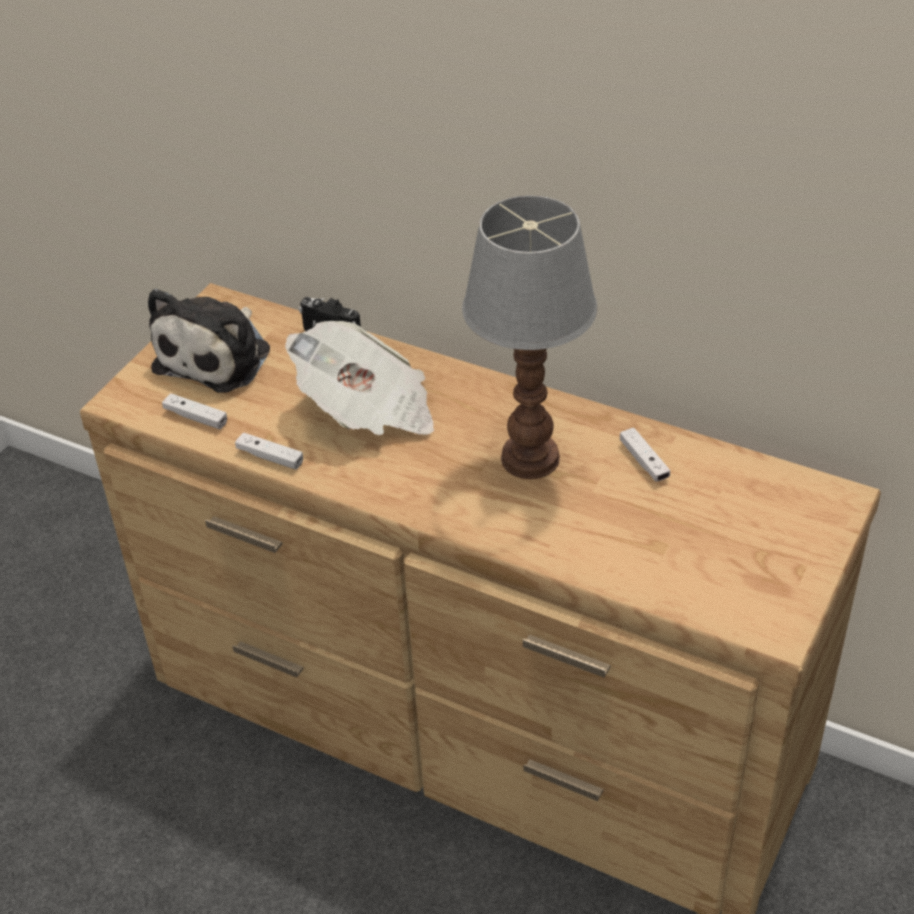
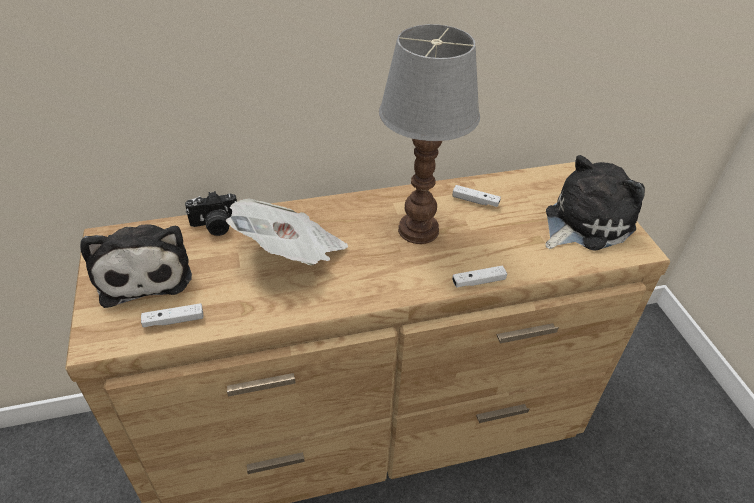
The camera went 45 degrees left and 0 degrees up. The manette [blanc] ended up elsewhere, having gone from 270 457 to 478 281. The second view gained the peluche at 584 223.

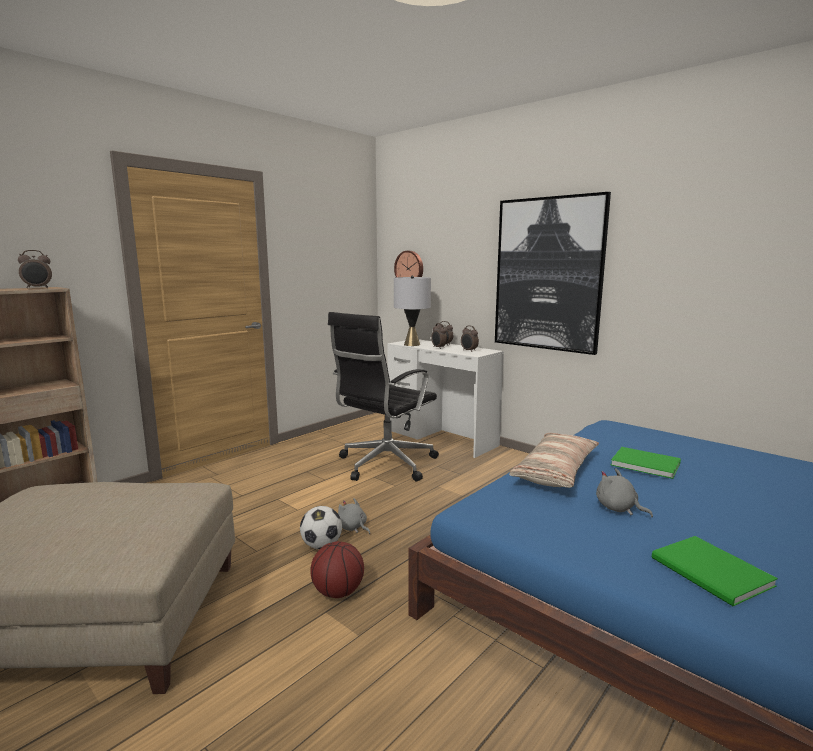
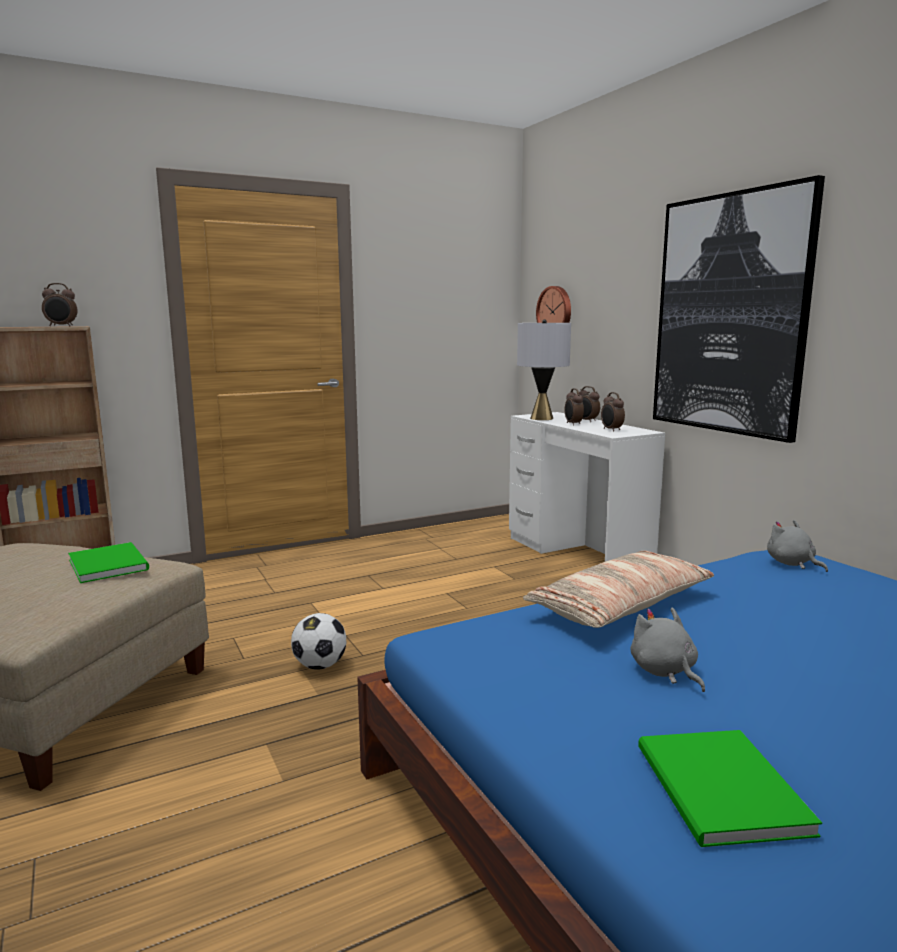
The camera went 20 degrees right and 0 degrees up. The second view lost the ballon de basket at 338 592. The second view lost the chaise de bureau [noir] at 384 464. The peluche [gris] ended up elsewhere, having gone from 353 528 to 792 564. The livre [vert] ended up elsewhere, having gone from 643 463 to 110 563.

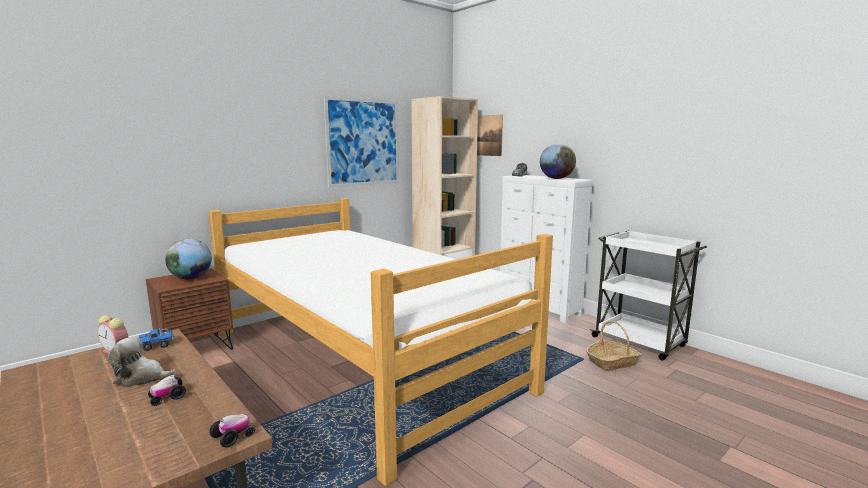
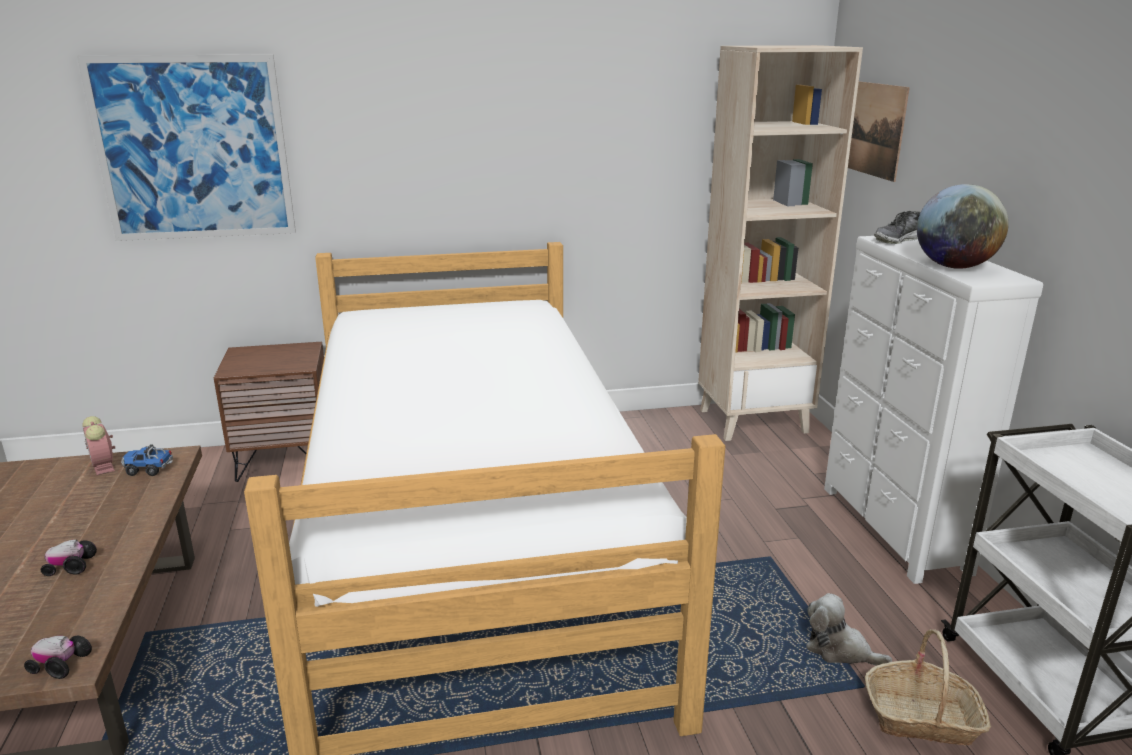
The camera went 30 degrees right and 10 degrees up. The peluche ended up elsewhere, having gone from 142 378 to 839 650. The second view lost the globe at 191 278. The petite voiture at 233 437 ended up facing another way, 150 degrees counterclockwise from before. The tableau ended up elsewhere, having gone from 363 142 to 193 149.

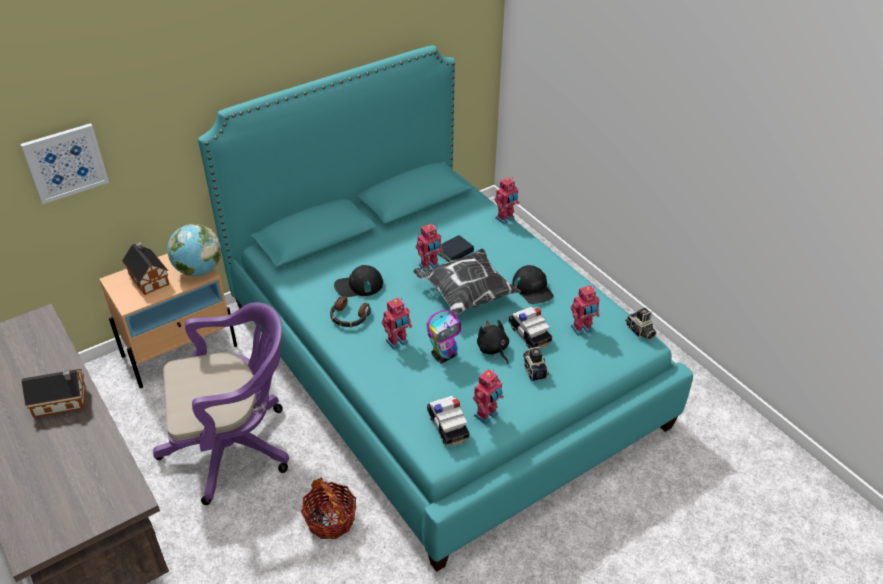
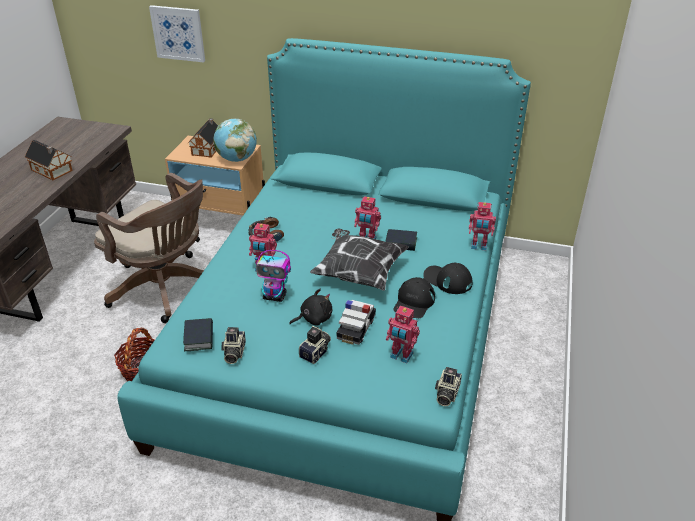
The camera went 50 degrees right and 5 degrees down. What was the chaise de bureau [violet] at 235 446 turned into the chaise de bureau [marron] at 166 289. The casquette [noir] ended up elsewhere, having gone from 358 285 to 447 280. Where the petite voiture stood at 448 426, the livre came to stand at 199 338. Where the robot jouet stood at 487 416, the appareil photo came to stand at 233 353. The peluche [noir] at 493 349 ended up facing another way, 45 degrees clockwise from before.

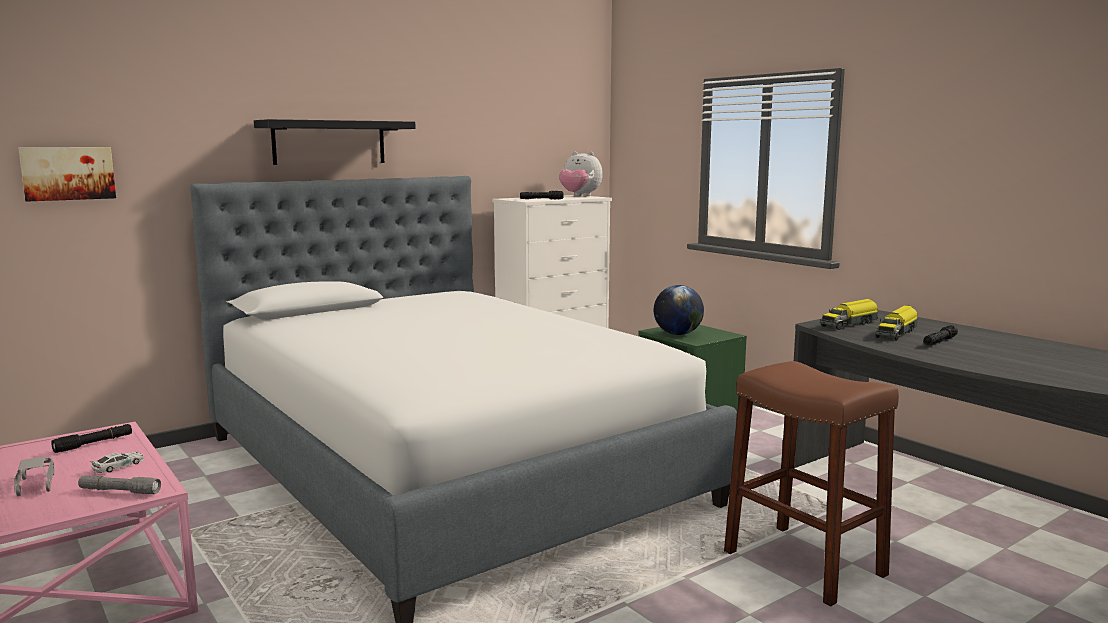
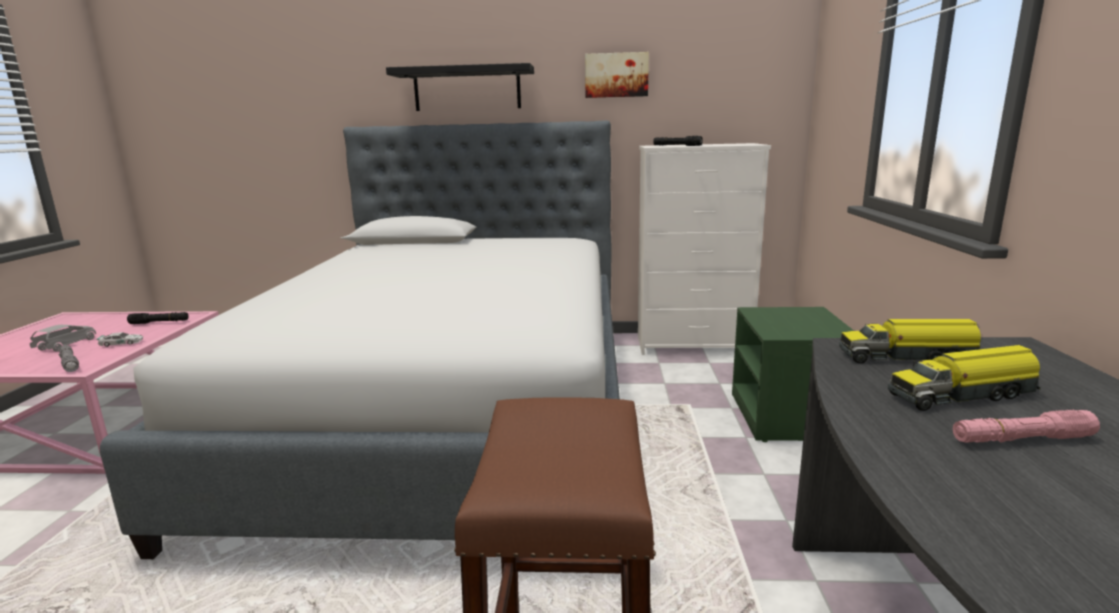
The camera went 40 degrees right and 5 degrees up. The tableau ended up elsewhere, having gone from 68 173 to 616 75. The second view lost the peluche at 579 196. The second view lost the globe at 677 334. What was the lampe de poche [noir] at 939 341 turned into the lampe de poche [rose] at 1021 439.

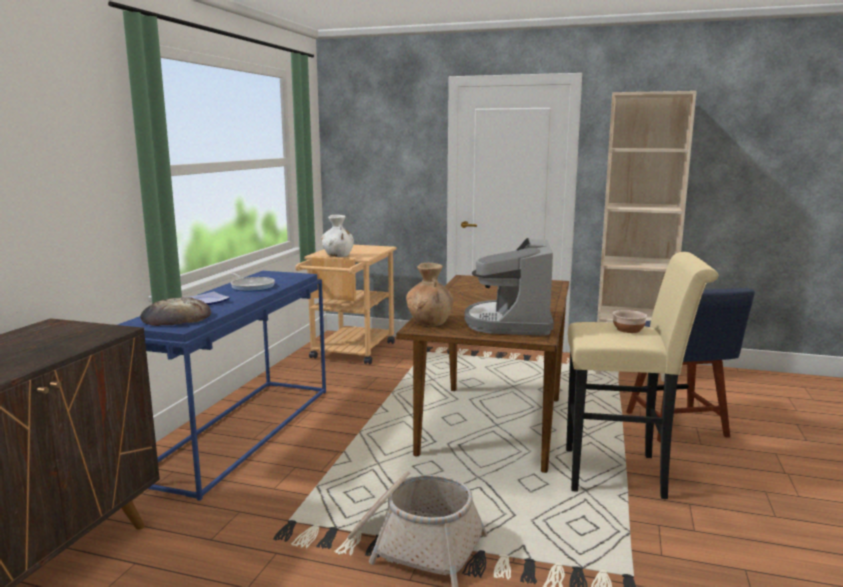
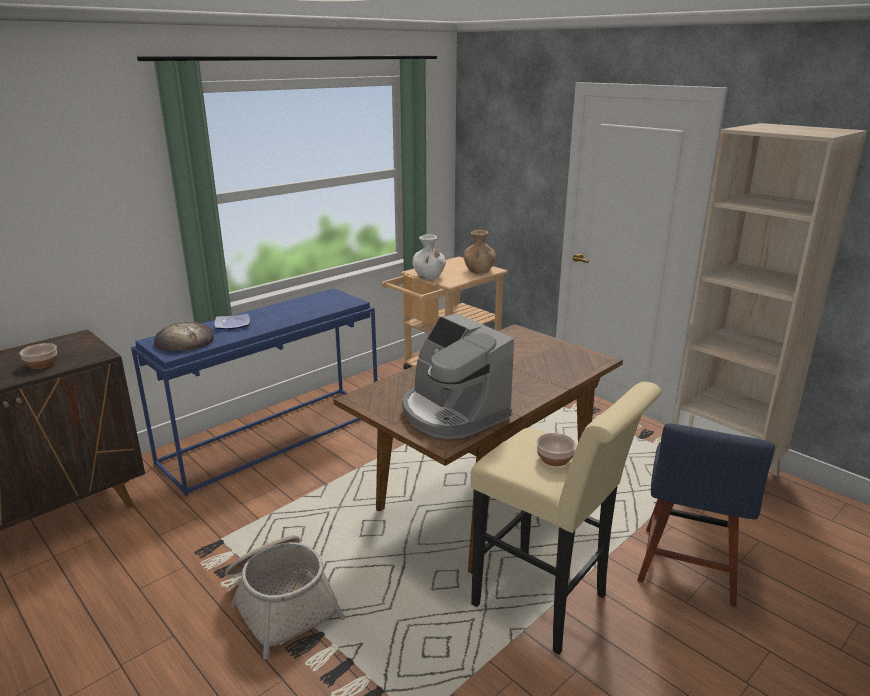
The camera went 30 degrees right and 10 degrees up. The second view lost the poêle at 252 286. The vase [marron] ended up elsewhere, having gone from 430 322 to 479 271. The machine à café at 510 323 ended up facing another way, 75 degrees counterclockwise from before. The second view gained the bol at 41 364.

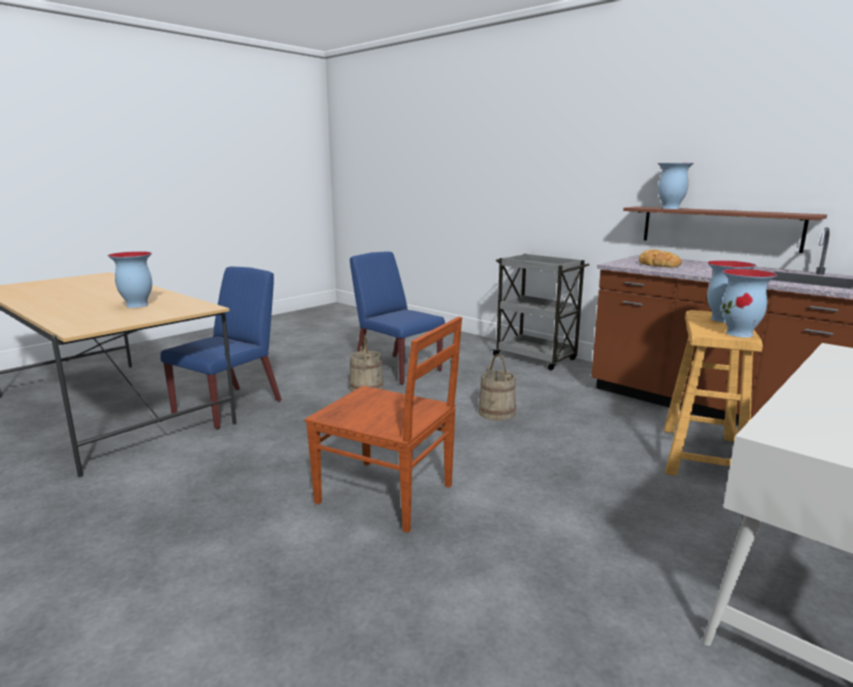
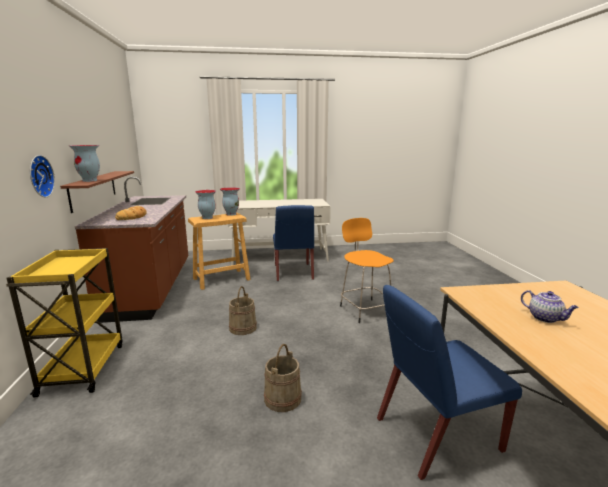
The camera went 140 degrees left and 0 degrees up. Where the vase stood at 136 305, the théière came to stand at 545 318. Where the chaise [marron] stood at 387 495, the tabouret [orange] came to stand at 364 310. The chaise [bleu] ended up elsewhere, having gone from 397 369 to 293 272. What was the chariot [gris] at 536 358 turned into the chariot [jaune] at 84 367. The second view gained the horloge murale at 39 176.

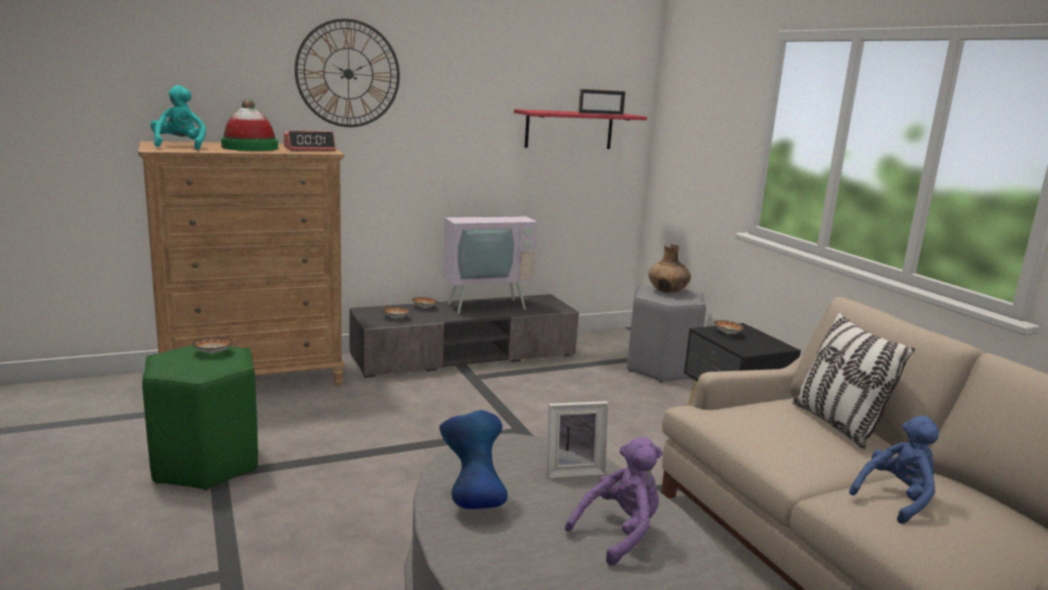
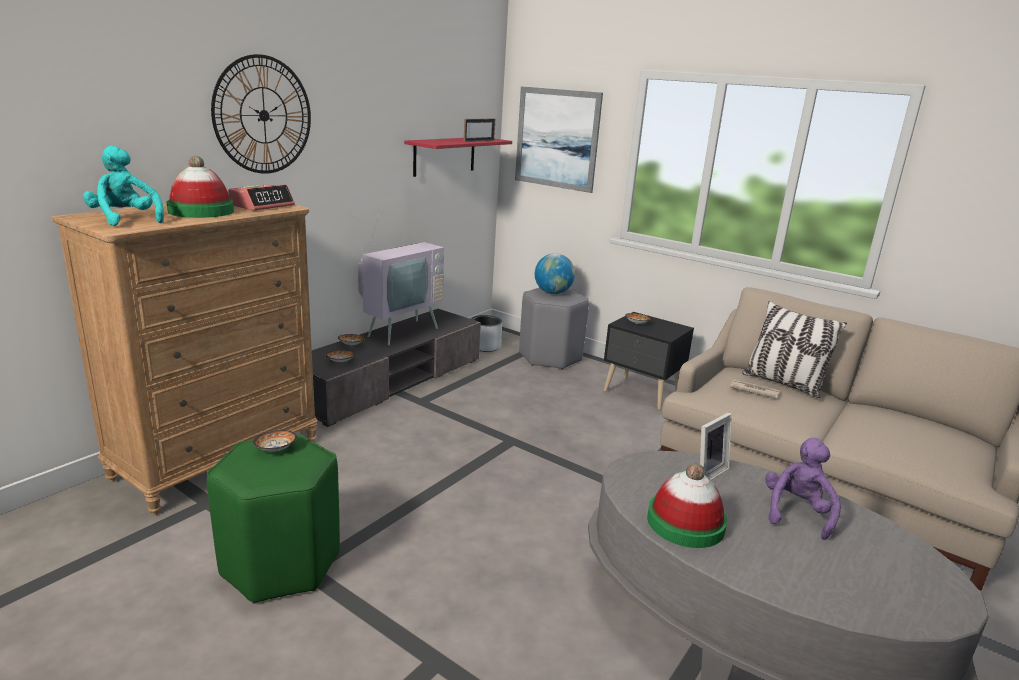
The camera went 30 degrees left and 5 degrees up. Where the vase [bleu] stood at 472 500, the chapeau came to stand at 685 523. Where the vase [marron] stood at 667 292, the globe came to stand at 553 293. The second view lost the peluche [bleu] at 896 499. The second view gained the cache-pot [gris] at 485 346. The second view gained the tableau at 557 139. The second view gained the journal at 753 390.

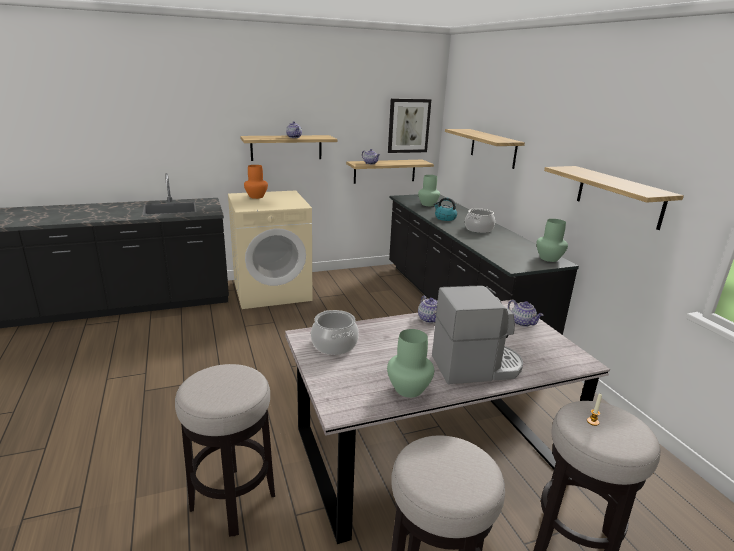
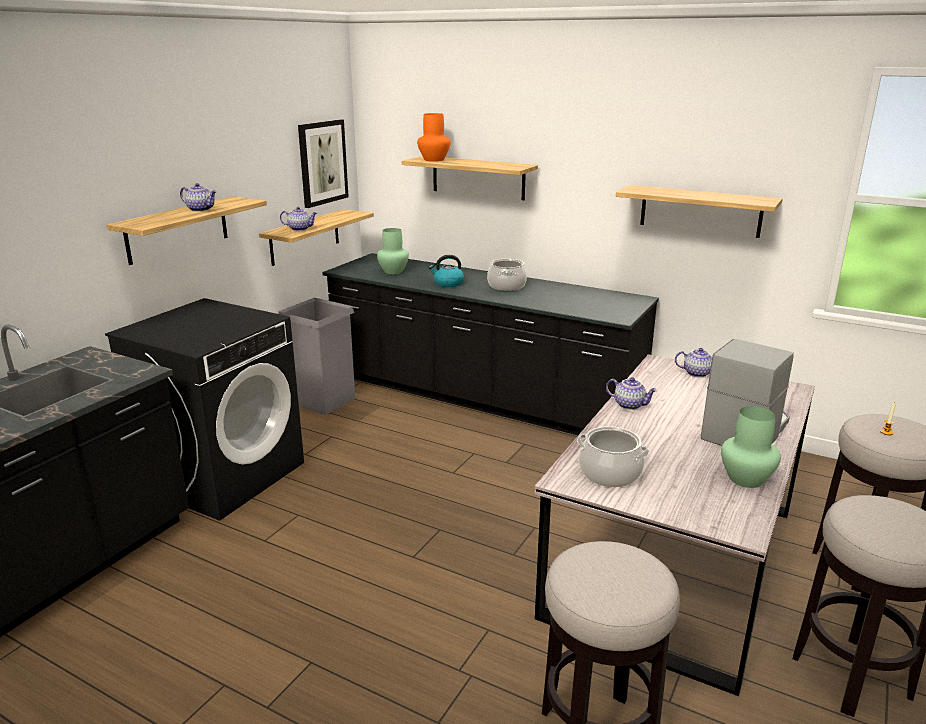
The camera went 40 degrees left and 0 degrees up. What was the lave-linge [beige] at 272 291 turned into the lave-linge [noir] at 224 474. The vase [orange] ended up elsewhere, having gone from 256 197 to 434 160. The second view lost the vase [vert] at 548 258. The second view gained the poubelle [gris] at 323 400.

